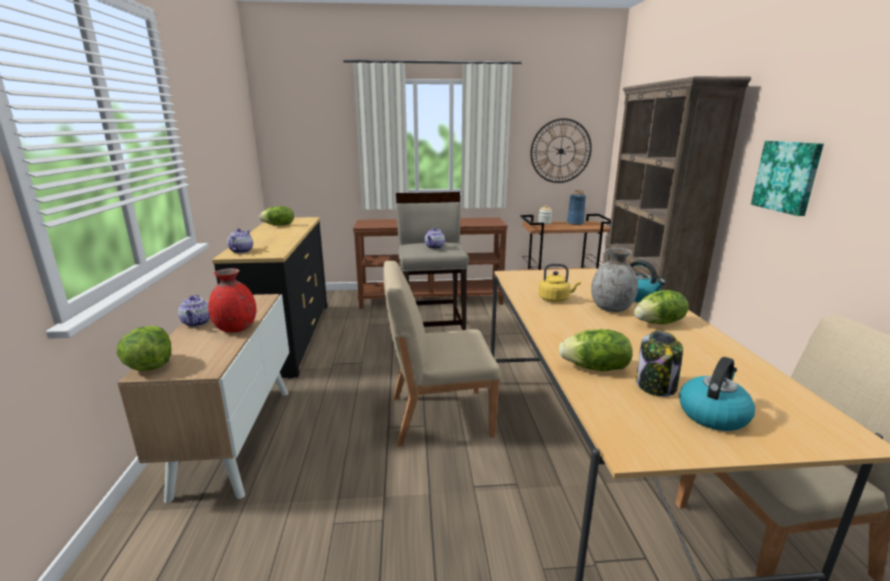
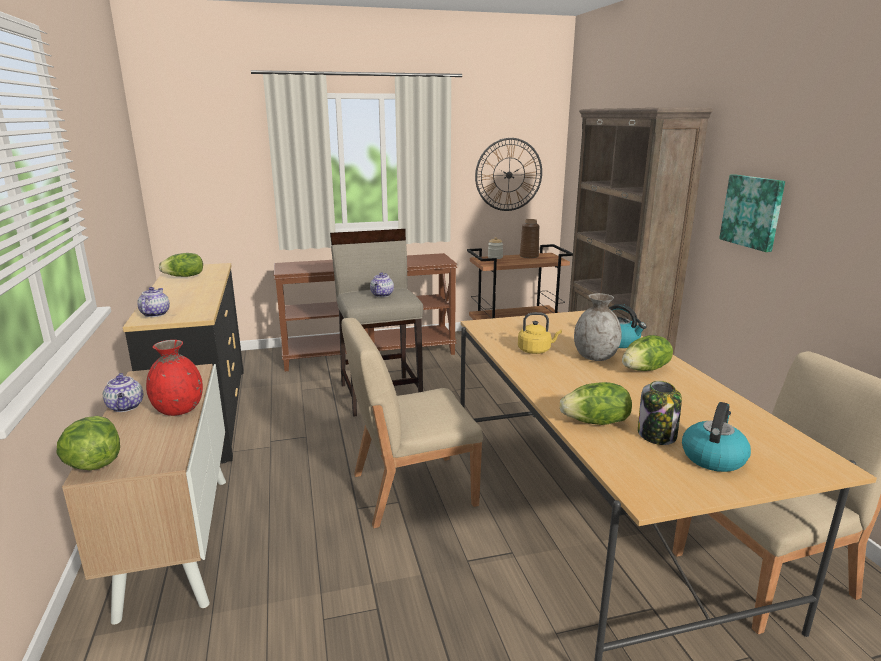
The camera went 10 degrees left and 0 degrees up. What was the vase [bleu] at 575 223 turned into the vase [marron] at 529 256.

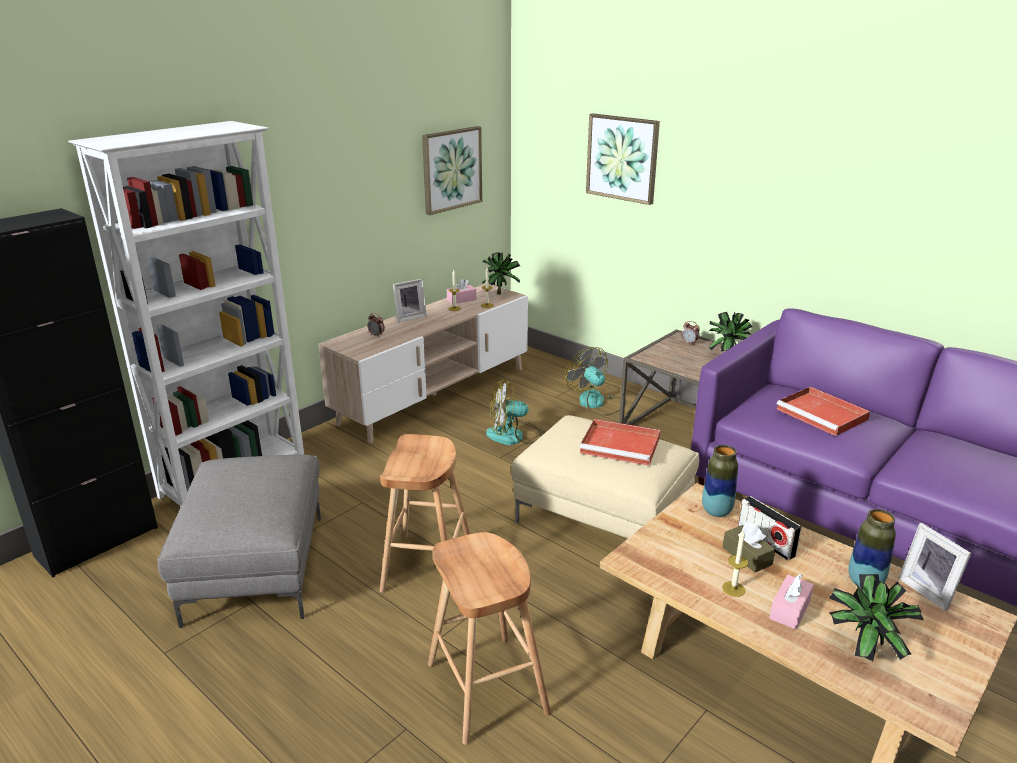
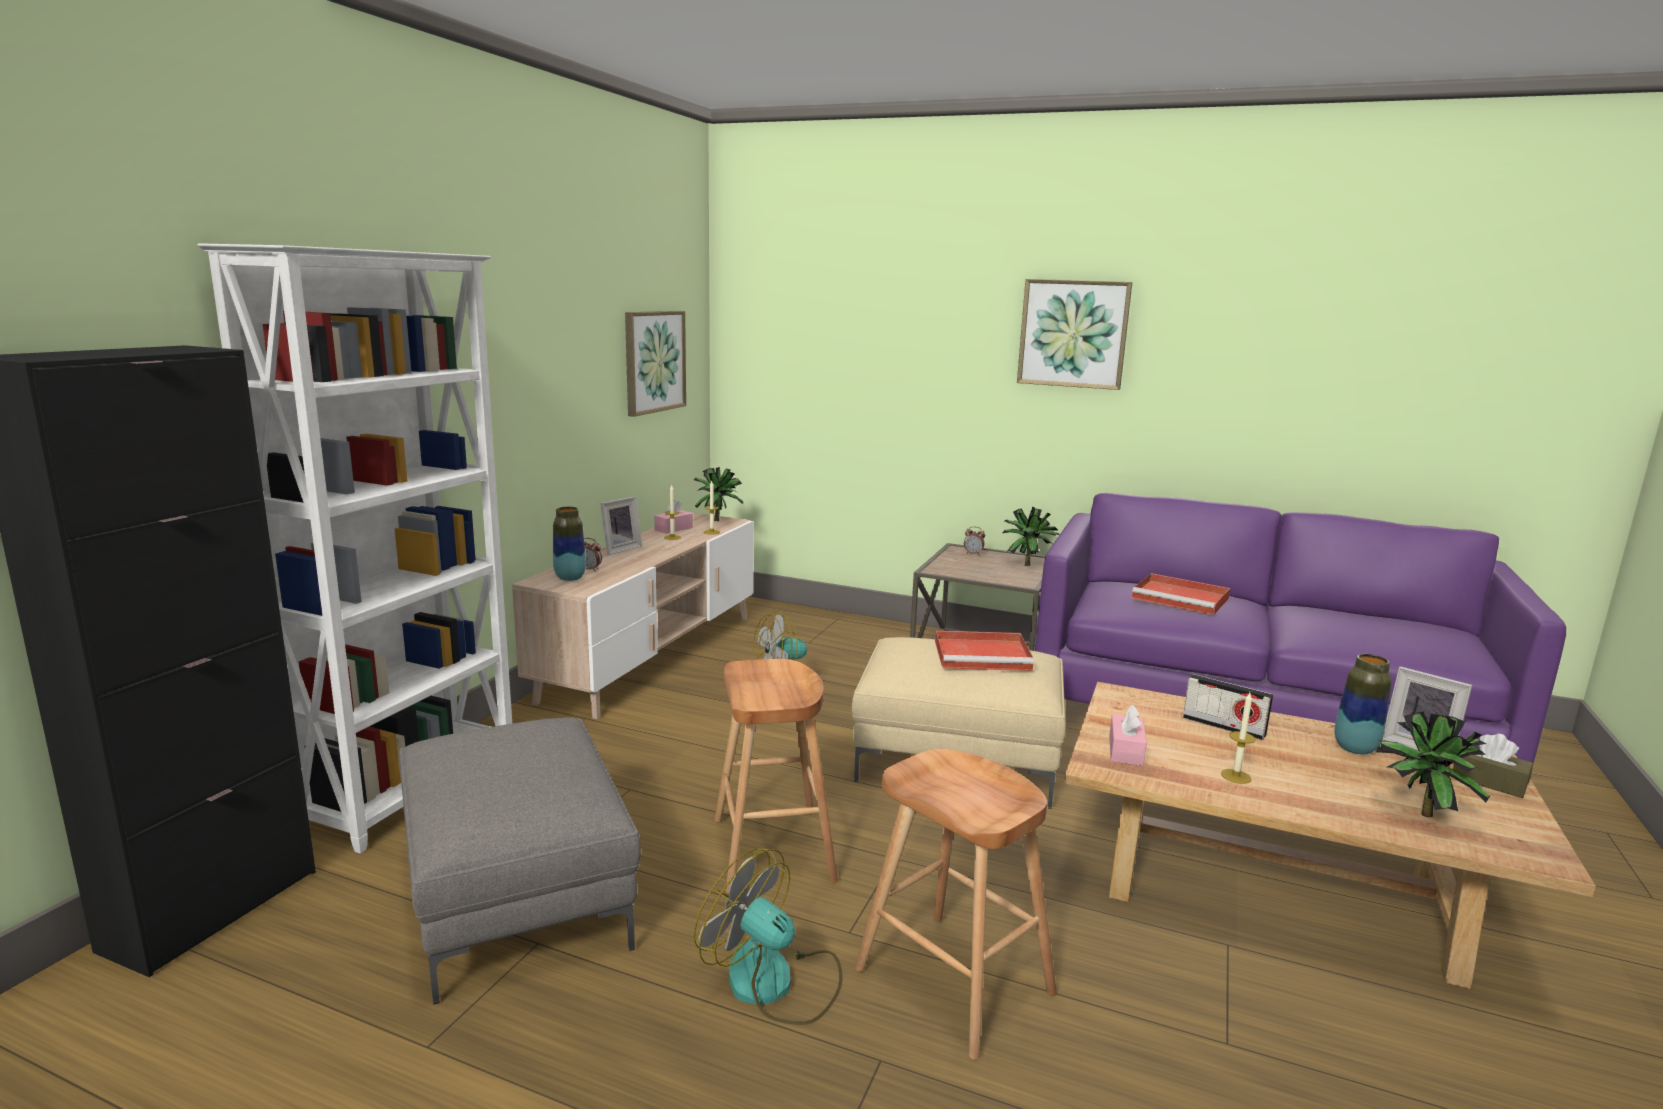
The camera went 20 degrees left and 10 degrees down. The ventilateur ended up elsewhere, having gone from 597 403 to 774 983. The tableau ended up elsewhere, having gone from 622 158 to 1073 333. The vase ended up elsewhere, having gone from 716 511 to 570 578. The boîte à mouchoirs [marron] ended up elsewhere, having gone from 747 556 to 1488 781. The boîte à mouchoirs [rose] ended up elsewhere, having gone from 790 609 to 1125 750.

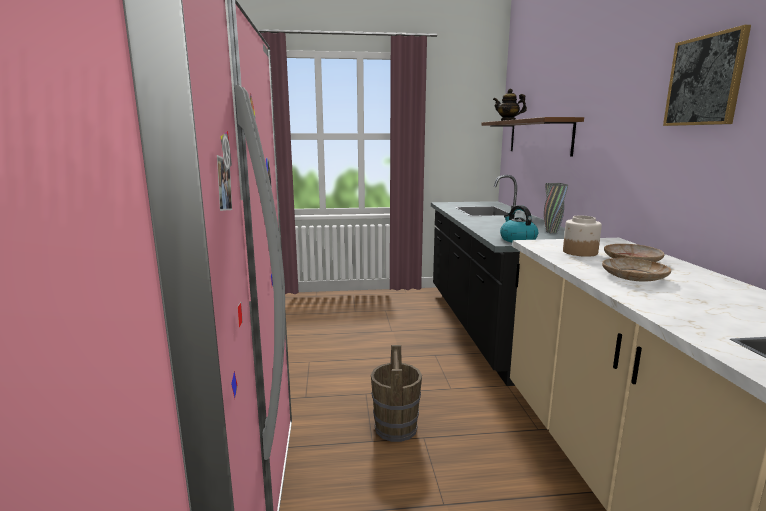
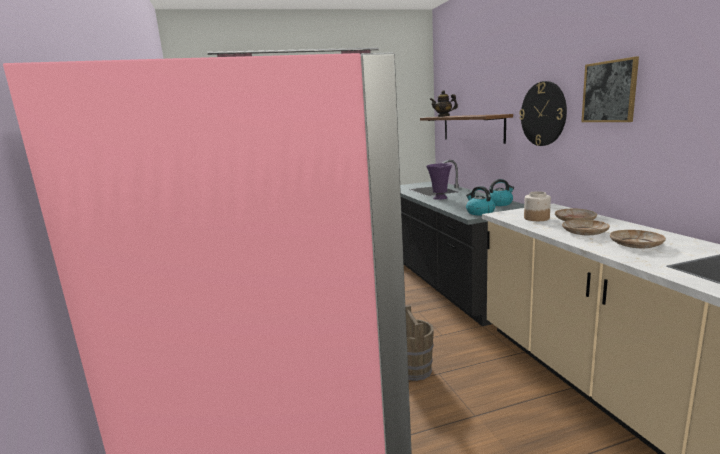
The camera went 10 degrees left and 0 degrees up. Where the vase [gris] stood at 551 232, the bouilloire came to stand at 499 203. The second view gained the vase [violet] at 439 198. The second view gained the horloge murale at 543 114. The second view gained the assiette [beige] at 635 244.

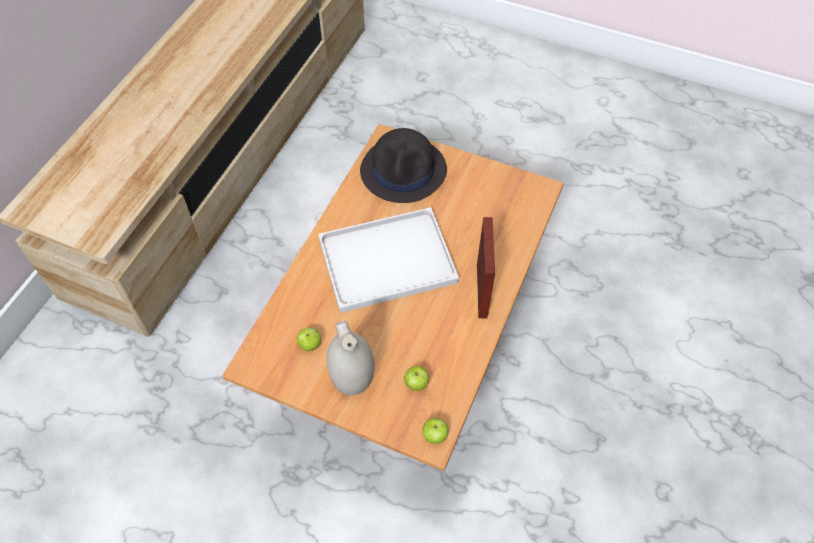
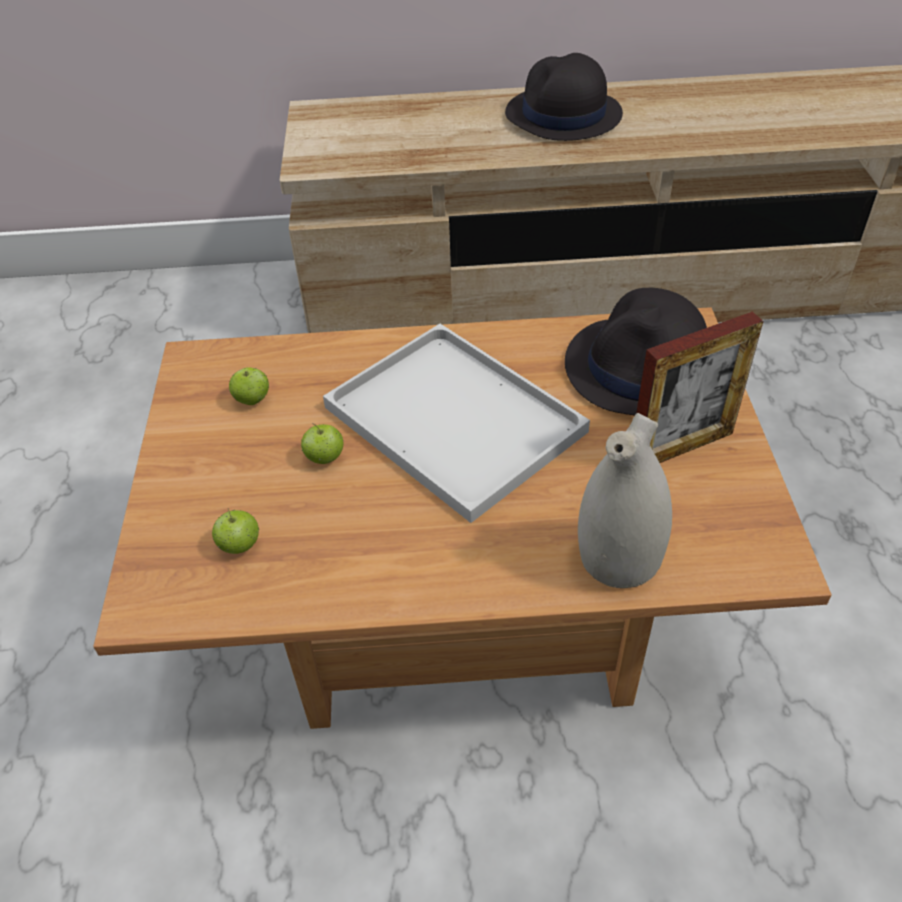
The camera went 65 degrees right and 10 degrees down. The vase [blanc] ended up elsewhere, having gone from 352 378 to 618 561. The pomme ended up elsewhere, having gone from 435 435 to 325 458. The cadre photo ended up elsewhere, having gone from 481 291 to 681 447. The second view gained the chapeau [noir] at 563 115.

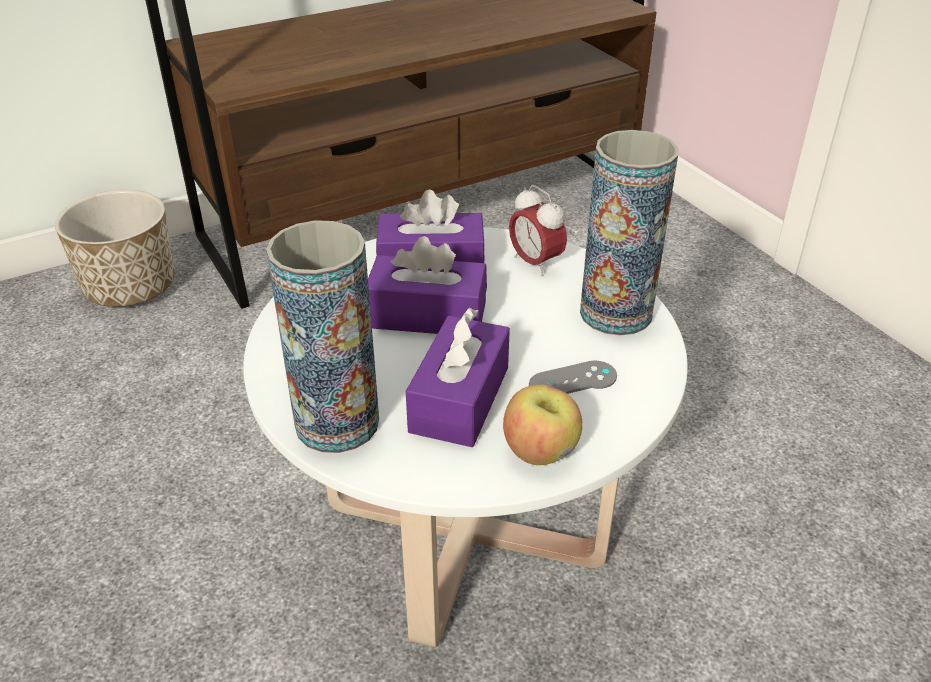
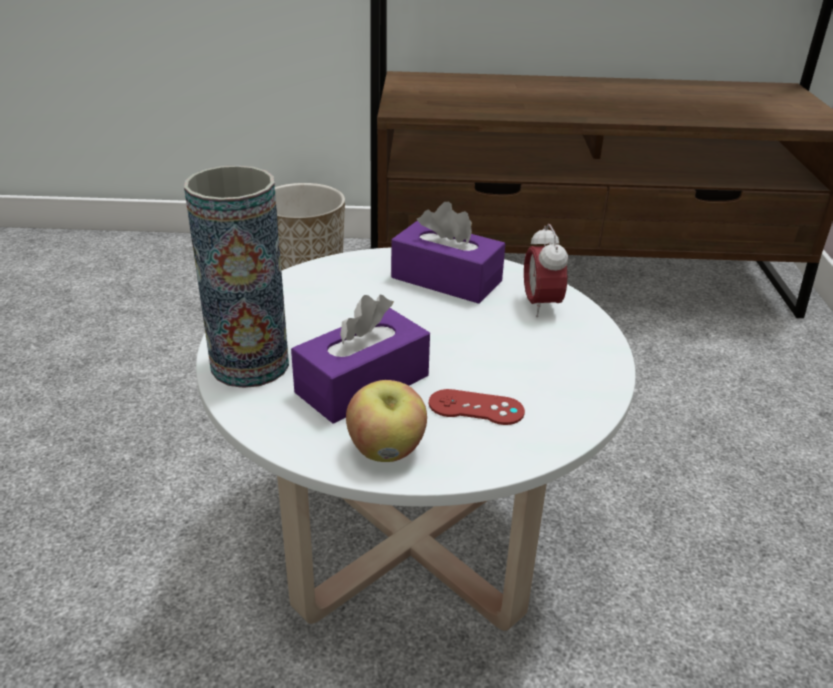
The camera went 30 degrees right and 5 degrees down. The second view lost the boîte à mouchoirs [violet] at 427 315. What was the manette [gris] at 573 381 turned into the manette [rouge] at 476 407. The second view lost the vase at 615 313.

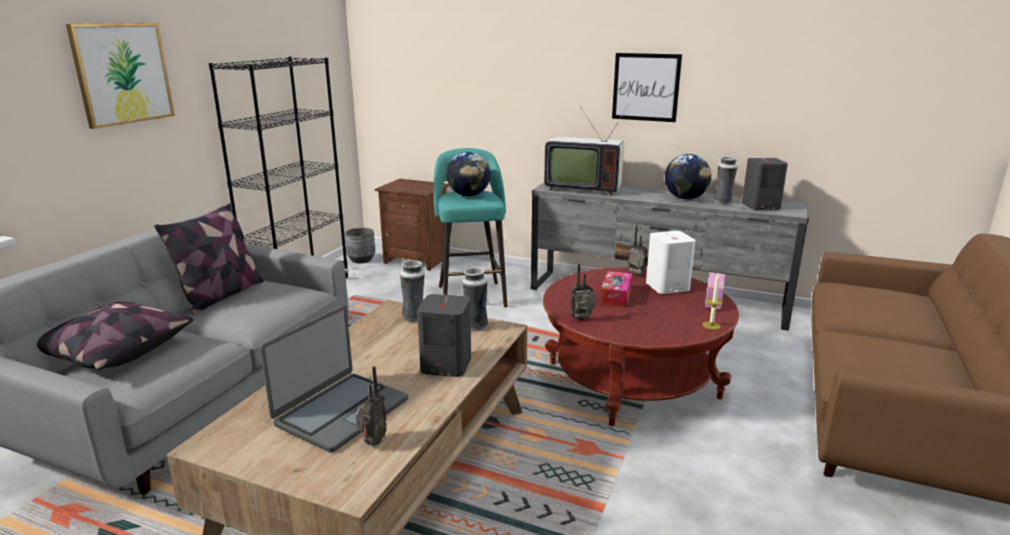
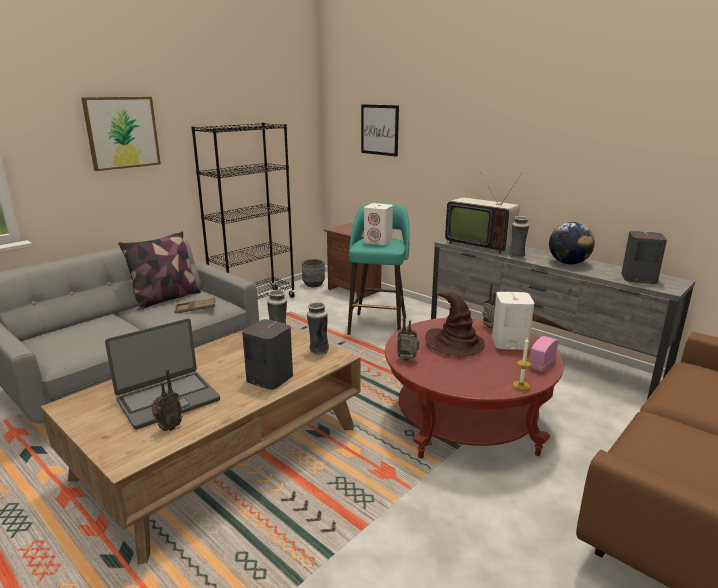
The camera went 20 degrees right and 0 degrees up. The second view lost the coussin at 114 352. Where the globe stood at 468 195, the enceinte [blanc] came to stand at 378 241. Where the boîte à mouchoirs stood at 616 296, the chapeau [marron] came to stand at 455 343. The tableau ended up elsewhere, having gone from 646 87 to 379 130. The vase ended up elsewhere, having gone from 723 202 to 516 256. The second view gained the plateau [marron] at 195 308.

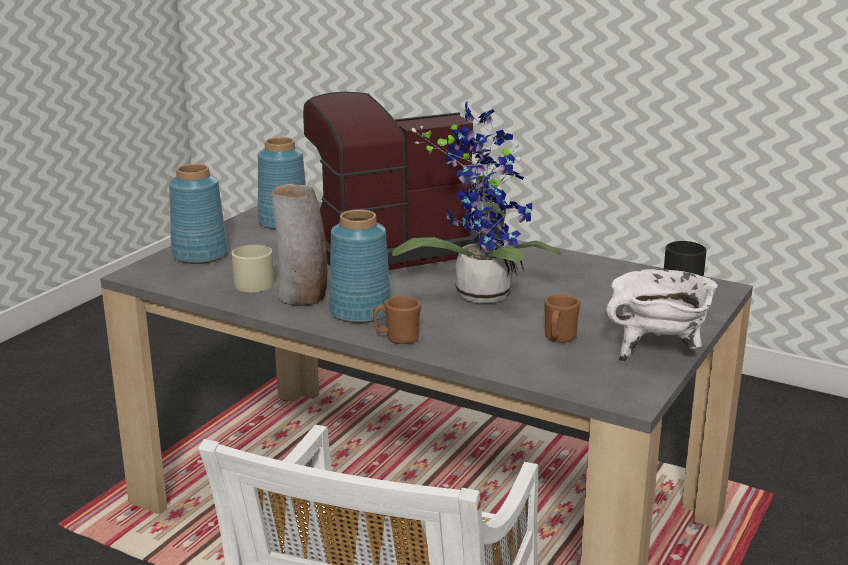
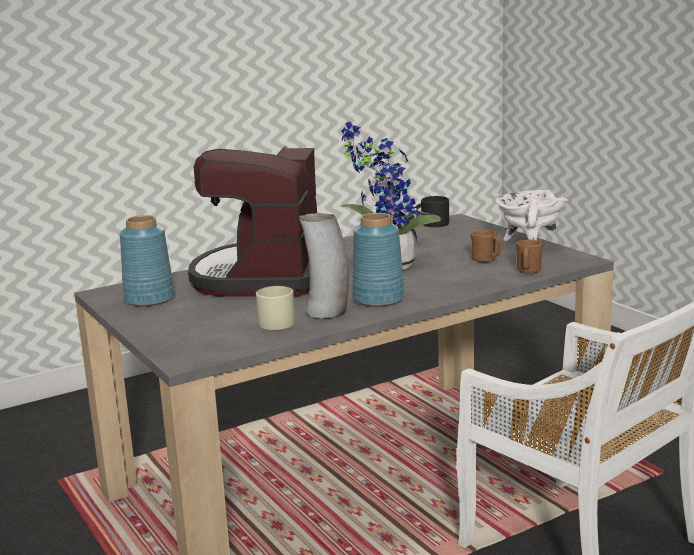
The camera went 60 degrees left and 5 degrees down. The second view lost the vase [bleu] at 198 255. The mug [marron] ended up elsewhere, having gone from 397 339 to 528 272.

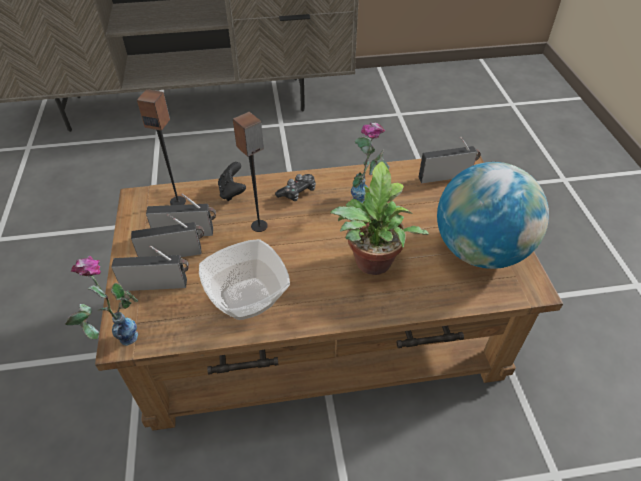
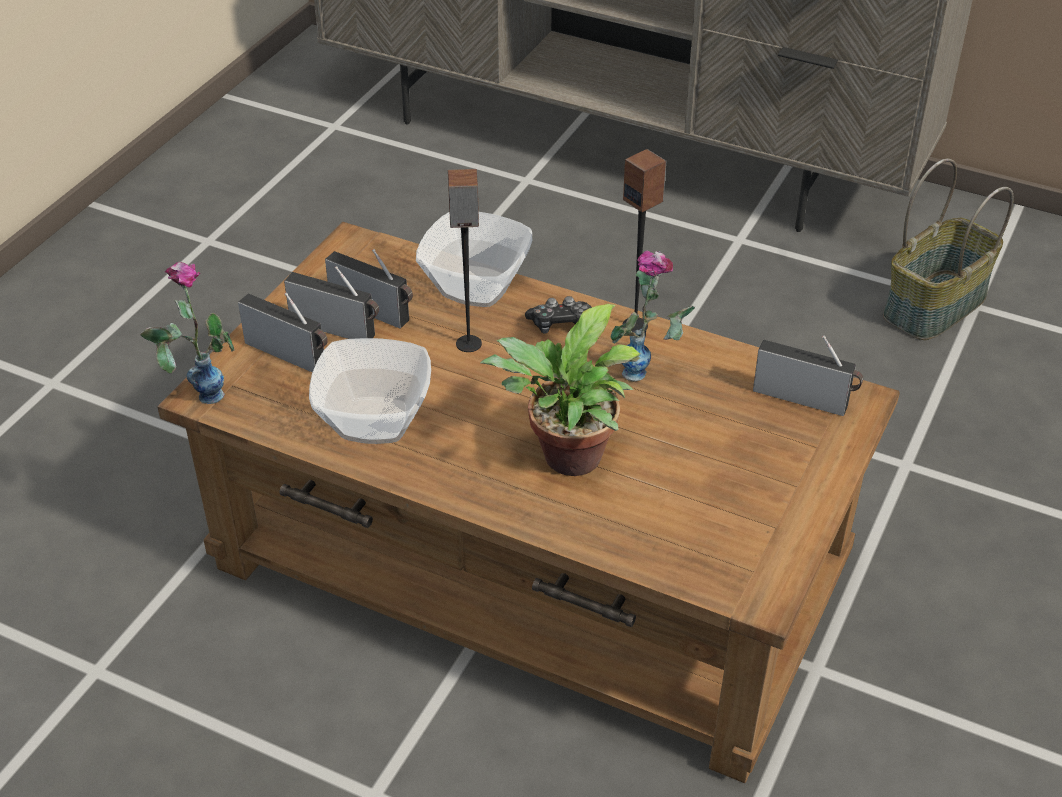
The camera went 35 degrees right and 5 degrees down. The enceinte ended up elsewhere, having gone from 178 201 to 635 325. Where the manette [noir] stood at 232 192, the bol came to stand at 475 286. The second view lost the globe at 480 250. The second view gained the panier at 935 307.

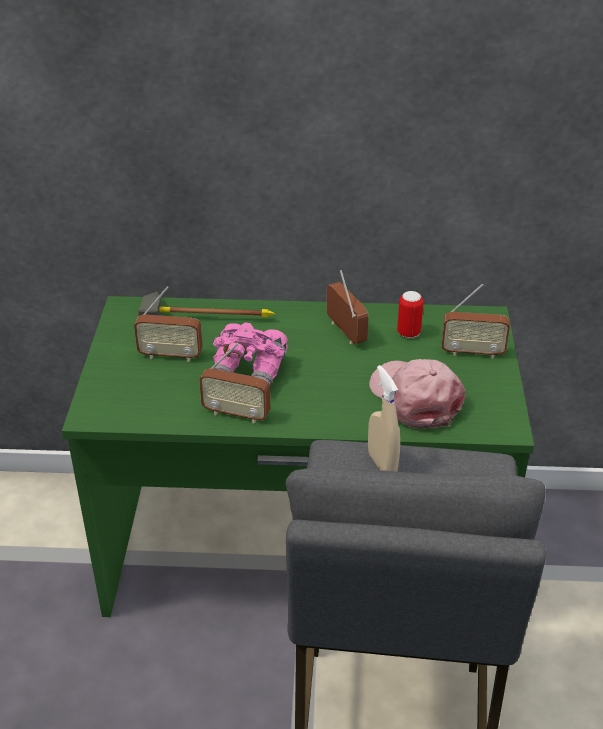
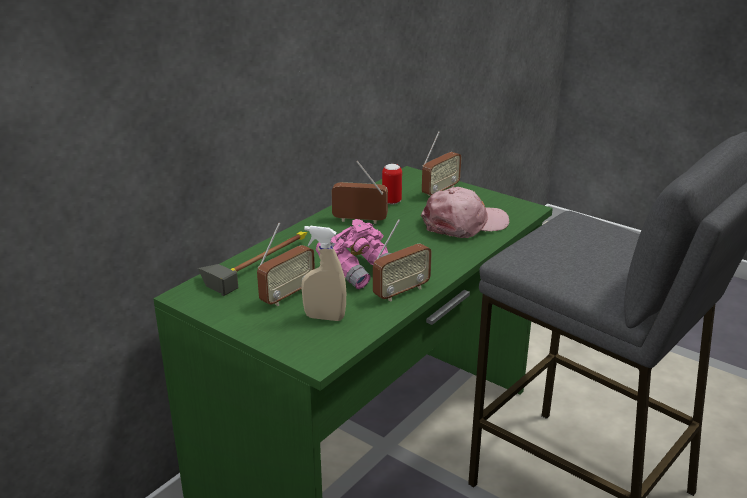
The camera went 55 degrees left and 10 degrees down. The vaporisateur [beige] ended up elsewhere, having gone from 382 464 to 324 317. The casquette [rose] at 415 398 ended up facing another way, 150 degrees clockwise from before.

